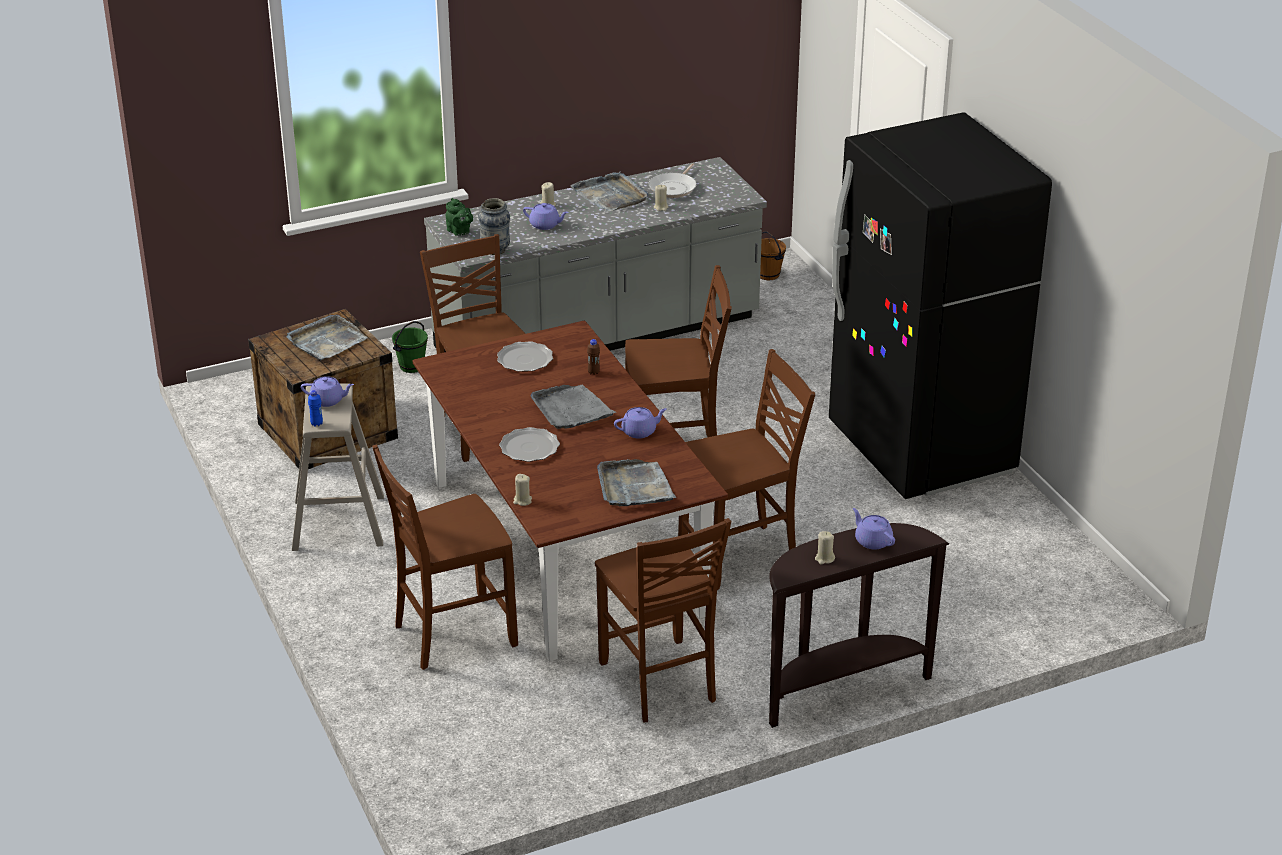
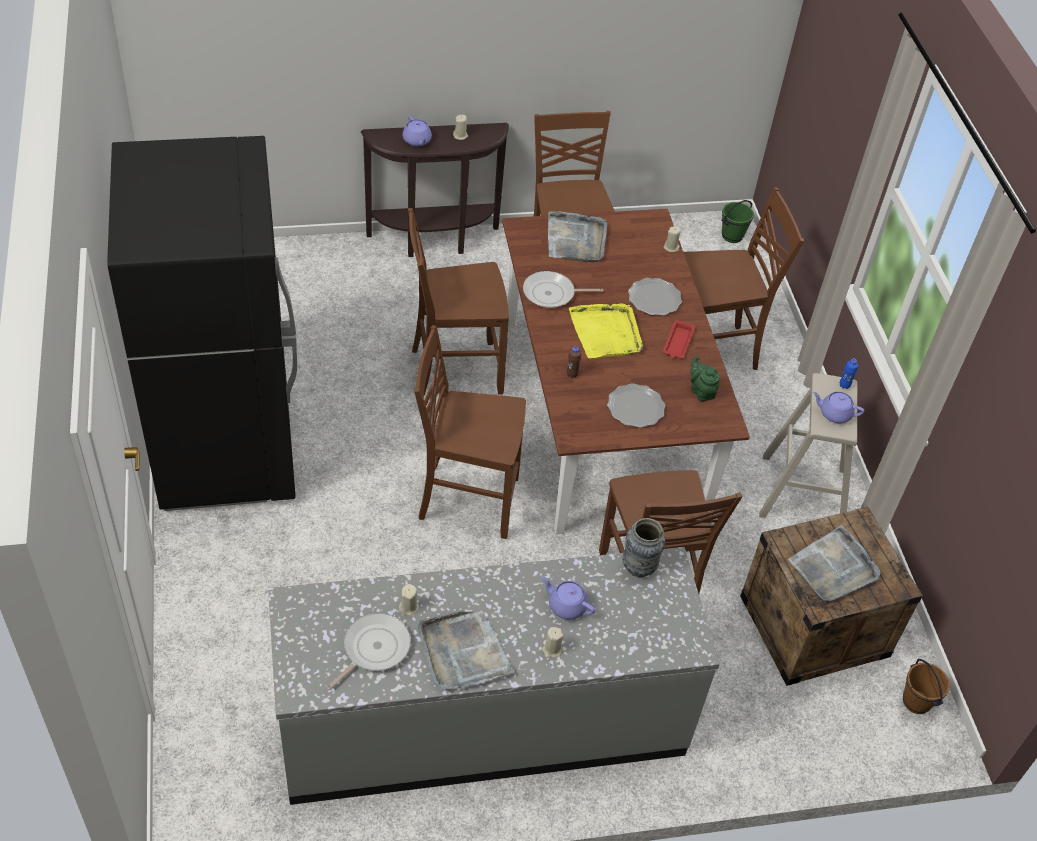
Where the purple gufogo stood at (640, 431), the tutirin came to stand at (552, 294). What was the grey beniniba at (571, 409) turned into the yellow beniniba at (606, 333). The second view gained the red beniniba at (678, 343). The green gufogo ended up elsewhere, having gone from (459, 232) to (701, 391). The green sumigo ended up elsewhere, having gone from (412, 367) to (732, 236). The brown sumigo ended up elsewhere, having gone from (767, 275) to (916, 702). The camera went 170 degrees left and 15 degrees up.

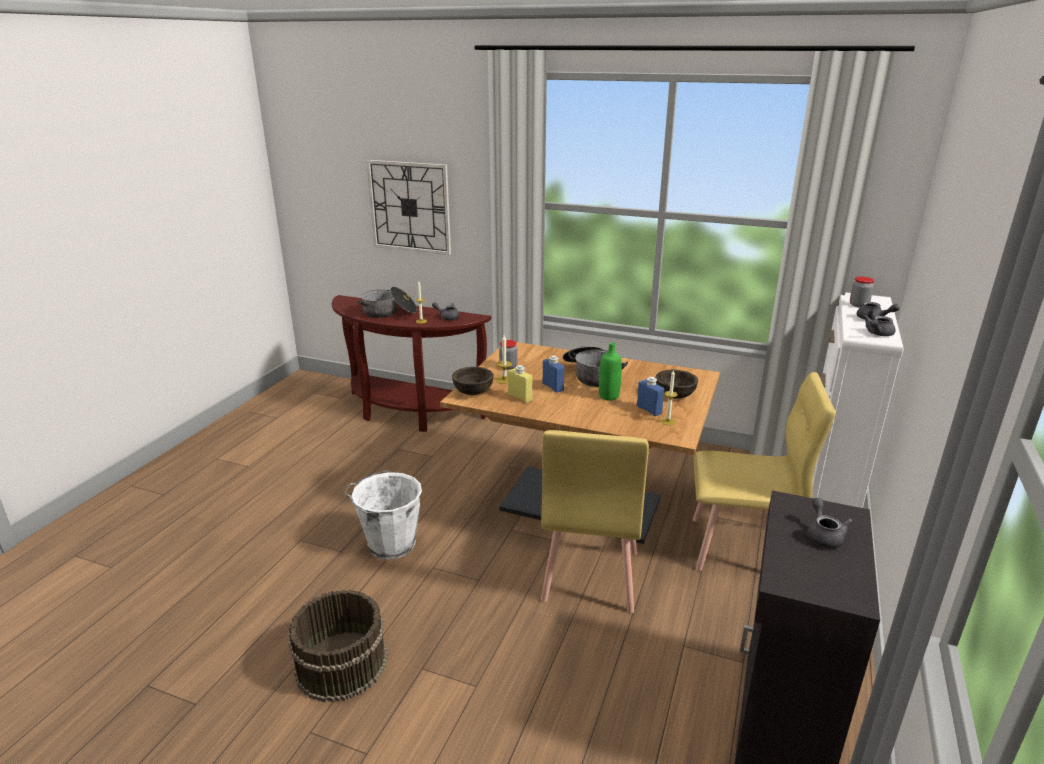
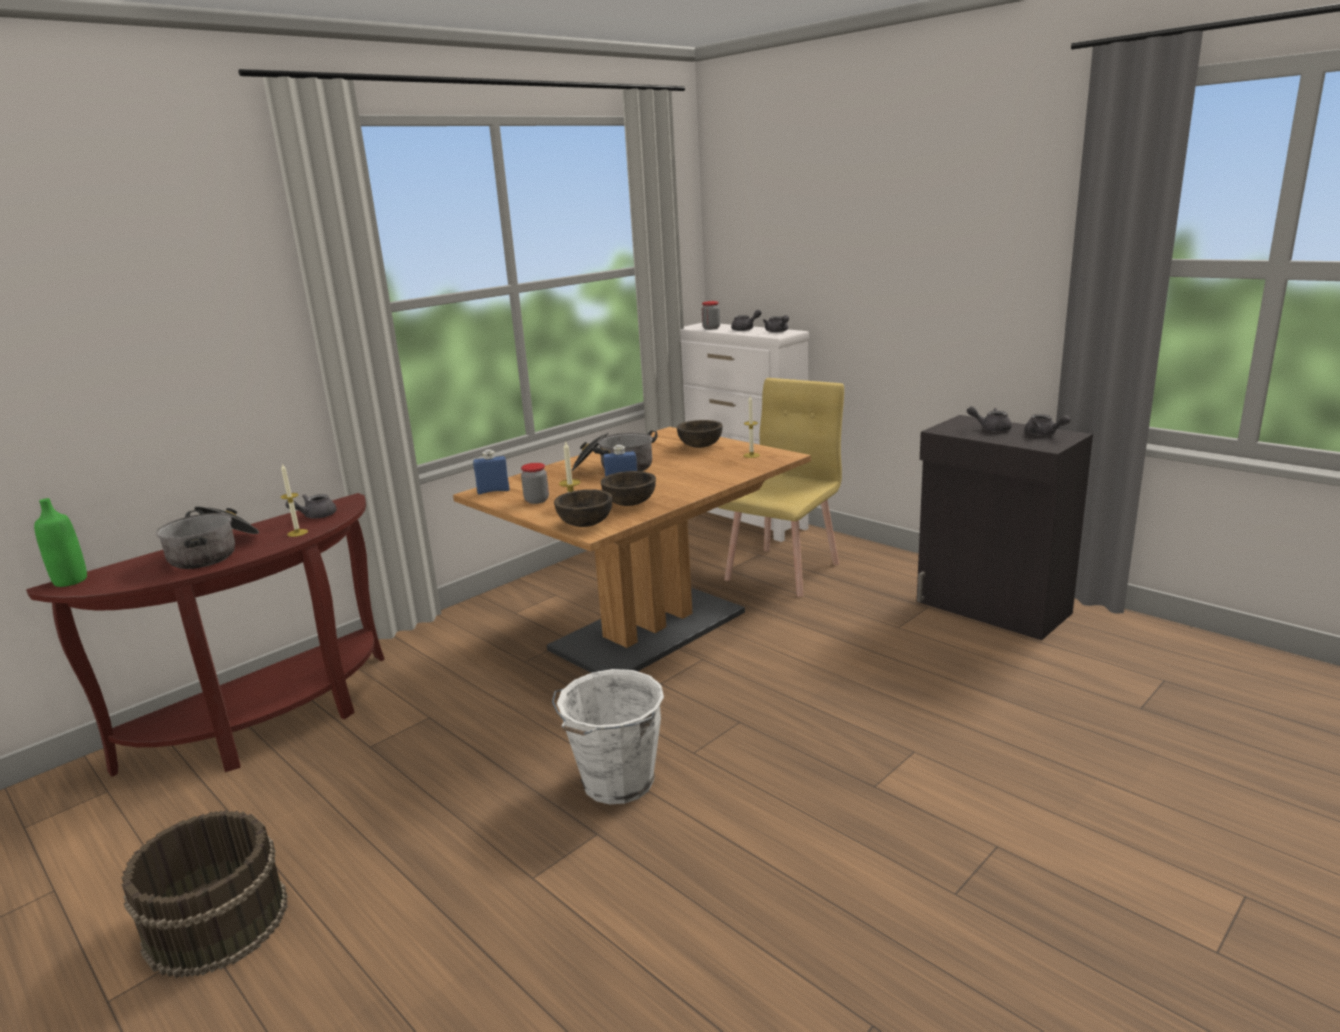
The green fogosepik ended up elsewhere, having gone from (609, 396) to (70, 581). The brown sumigo ended up elsewhere, having gone from (340, 663) to (215, 922). The blue fogosepik ended up elsewhere, having gone from (649, 410) to (493, 491). Where the yellow fogosepik stood at (520, 397), the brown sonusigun came to stand at (630, 503). The second view gained the grey gufogo at (1043, 434). The second view lost the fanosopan at (410, 207). The second view lost the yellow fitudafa at (589, 576). The camera went 65 degrees left and 5 degrees down.

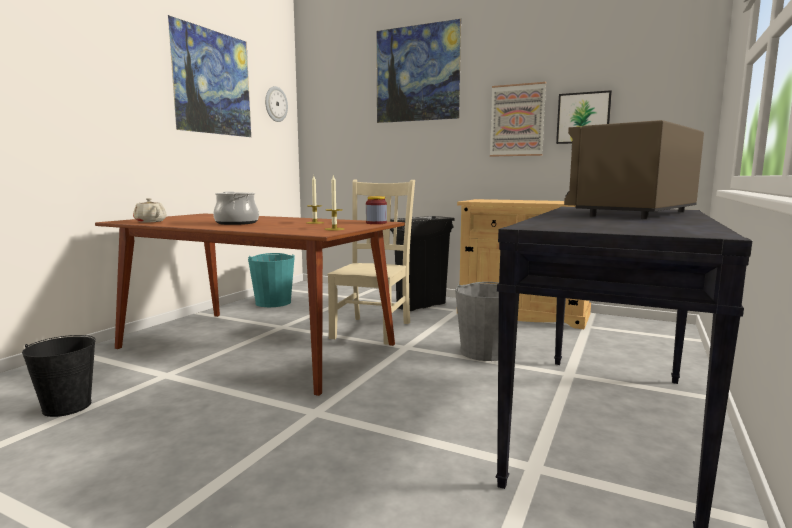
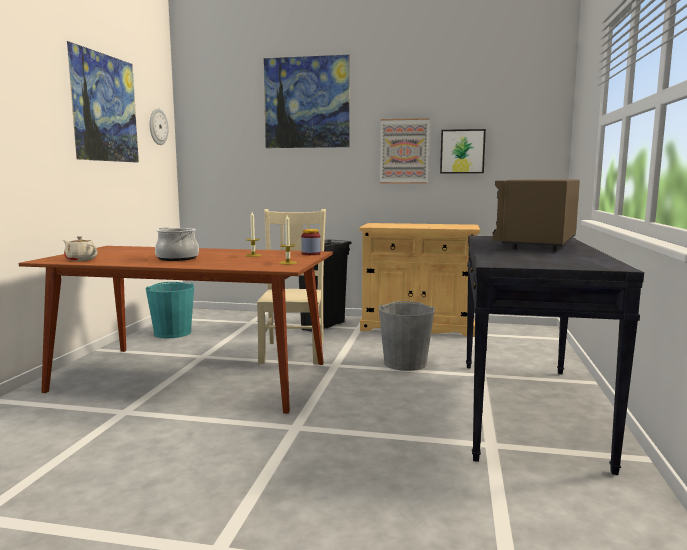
The second view lost the black sumigo at (67, 407). The camera went 15 degrees left and 0 degrees up.

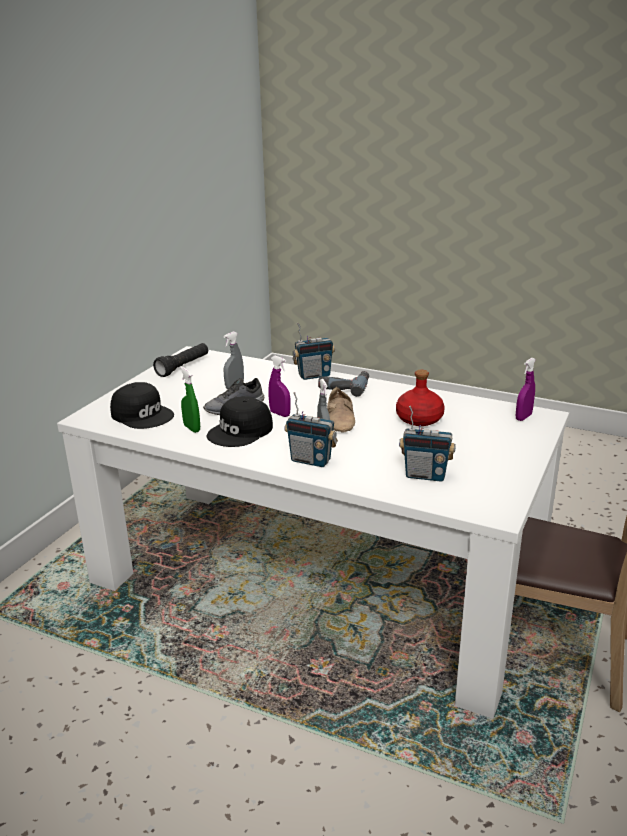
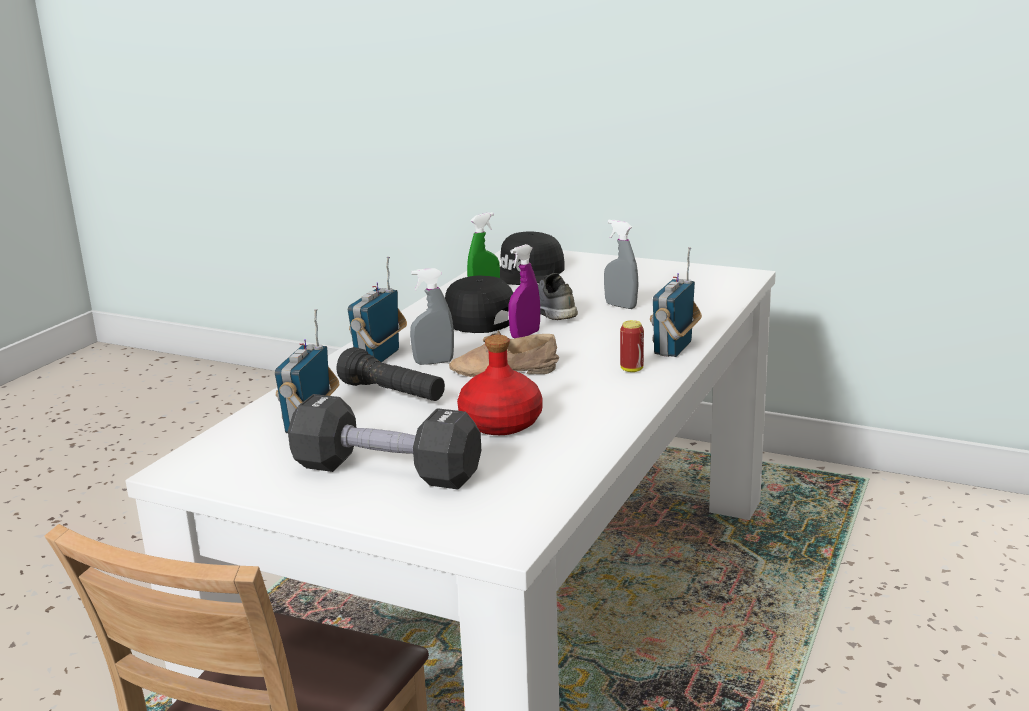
The second view gained the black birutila at (386, 472). The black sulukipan ended up elsewhere, having gone from (183, 367) to (393, 394). Where the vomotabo stood at (344, 386), the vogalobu came to stand at (631, 369). The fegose at (314, 375) ended up facing another way, 45 degrees clockwise from before. The second view lost the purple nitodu at (523, 417). The camera went 90 degrees right and 5 degrees down.

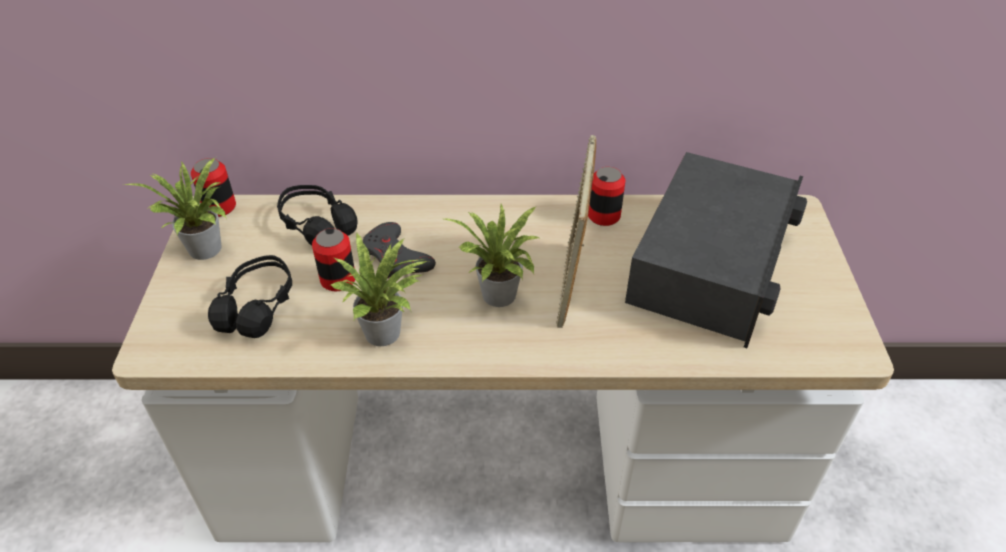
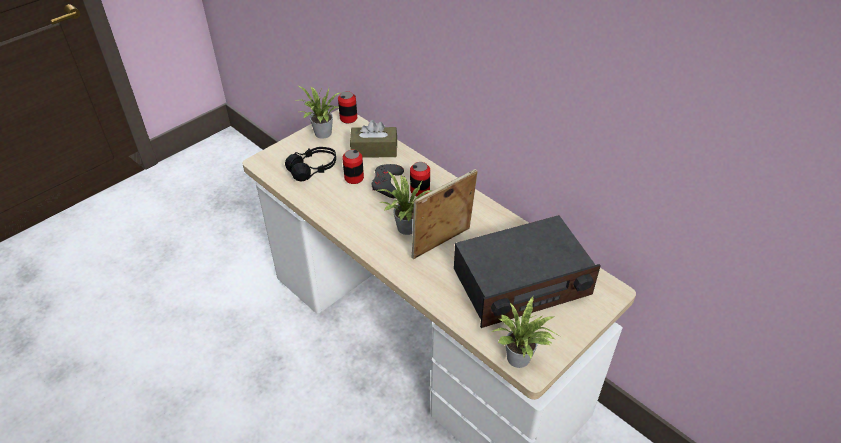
Where the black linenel stood at (317, 226), the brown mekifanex came to stand at (374, 150). The vogalobu ended up elsewhere, having gone from (604, 216) to (420, 190). The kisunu ended up elsewhere, having gone from (387, 333) to (520, 360). The camera went 45 degrees right and 0 degrees up.

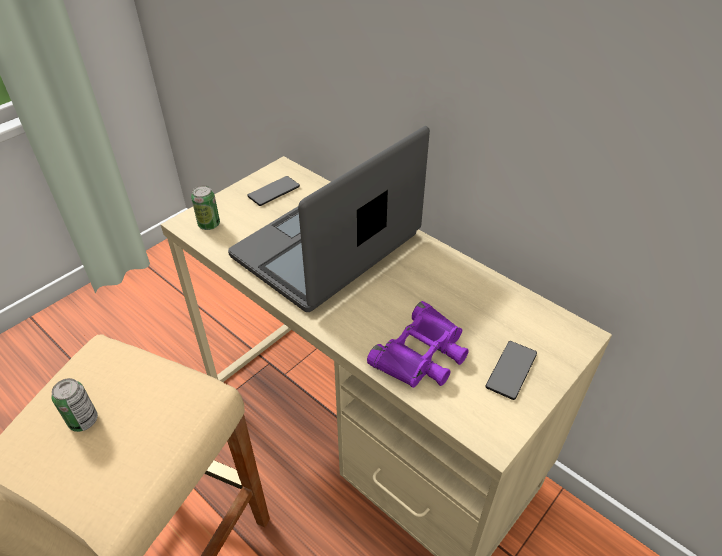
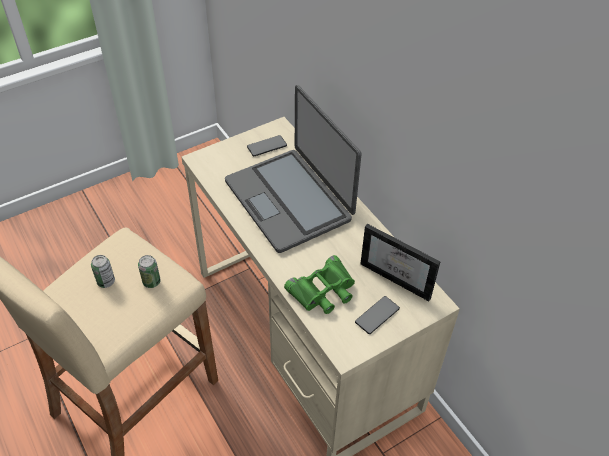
The vogalobu ended up elsewhere, having gone from (209, 224) to (151, 282). The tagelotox at (328, 247) ended up facing another way, 90 degrees counterclockwise from before. What was the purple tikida at (422, 354) turned into the green tikida at (323, 291). The second view gained the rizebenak at (400, 276). The camera went 15 degrees right and 5 degrees up.

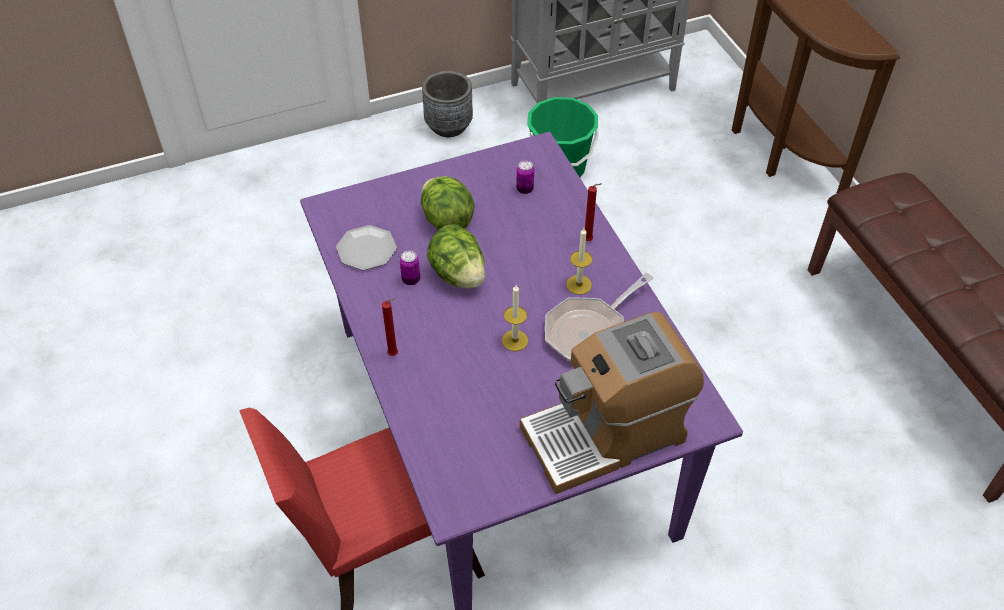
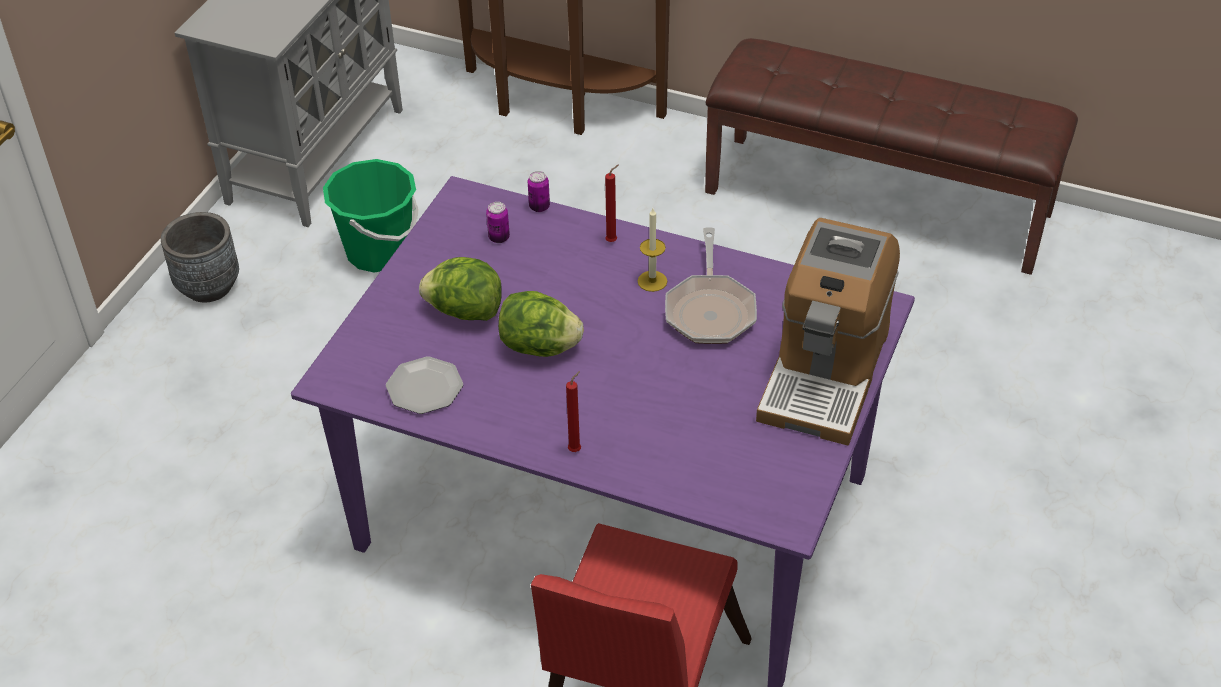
The vogalobu ended up elsewhere, having gone from (411, 279) to (539, 207). The second view lost the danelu at (515, 340). The camera went 45 degrees left and 5 degrees down.

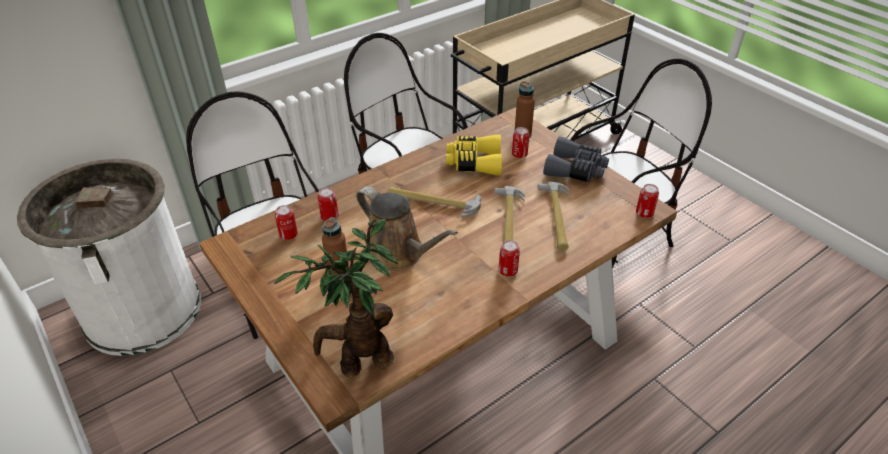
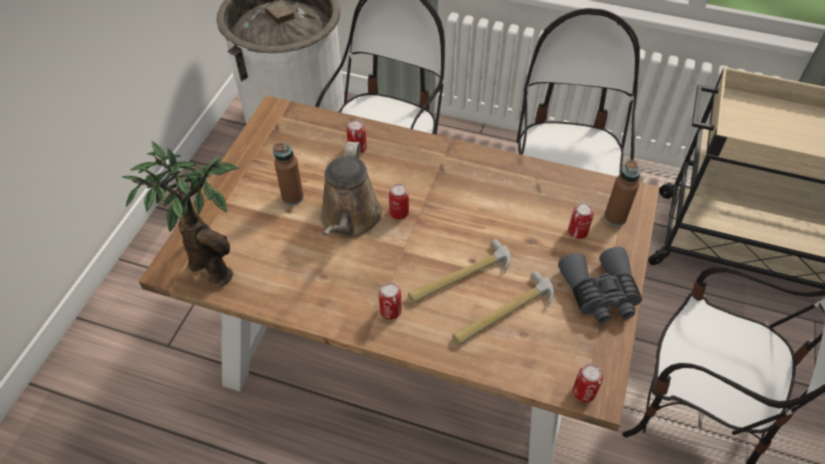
The vogalobu ended up elsewhere, having gone from (288, 235) to (399, 213). The second view lost the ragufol at (433, 202). The second view lost the yellow tikida at (474, 162). The camera went 55 degrees right and 10 degrees up.

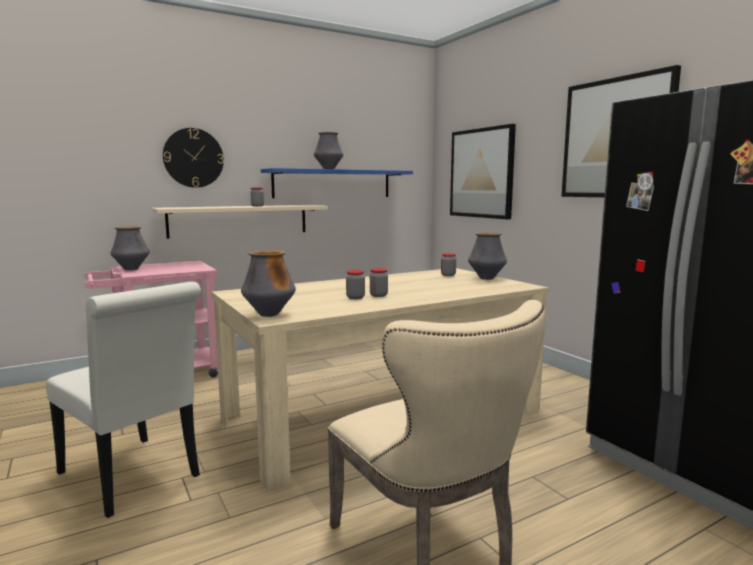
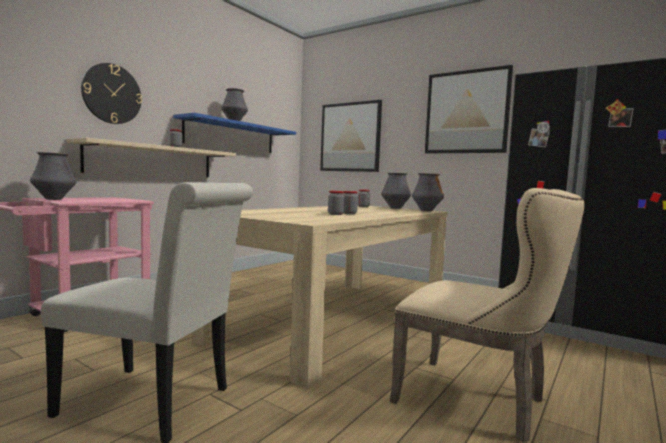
The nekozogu ended up elsewhere, having gone from (269, 314) to (426, 211). The camera went 25 degrees left and 5 degrees down.

